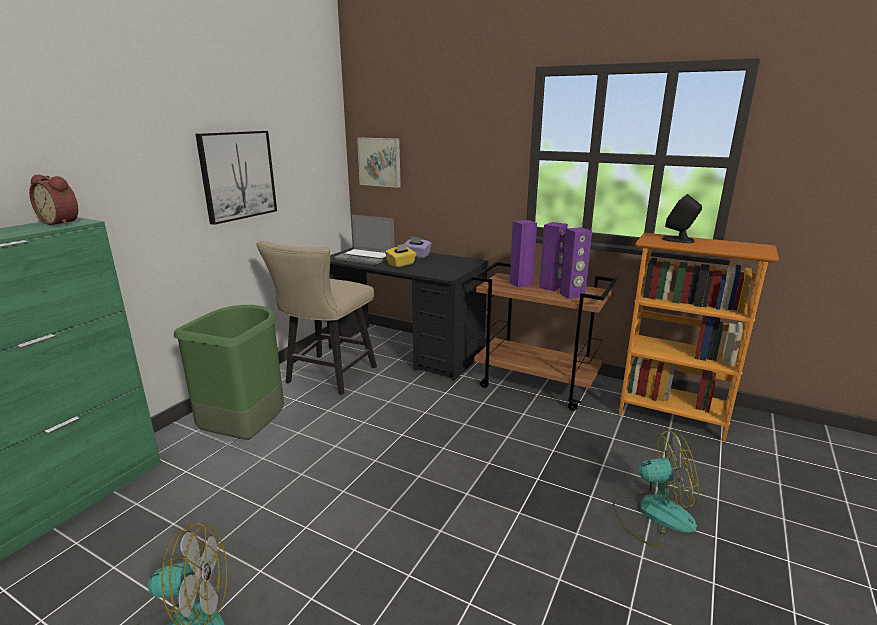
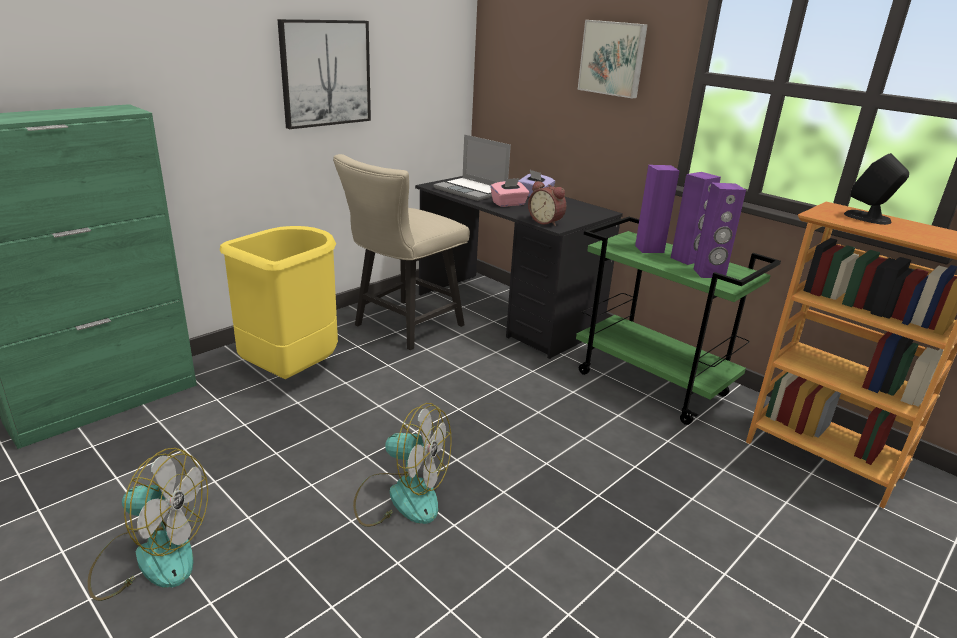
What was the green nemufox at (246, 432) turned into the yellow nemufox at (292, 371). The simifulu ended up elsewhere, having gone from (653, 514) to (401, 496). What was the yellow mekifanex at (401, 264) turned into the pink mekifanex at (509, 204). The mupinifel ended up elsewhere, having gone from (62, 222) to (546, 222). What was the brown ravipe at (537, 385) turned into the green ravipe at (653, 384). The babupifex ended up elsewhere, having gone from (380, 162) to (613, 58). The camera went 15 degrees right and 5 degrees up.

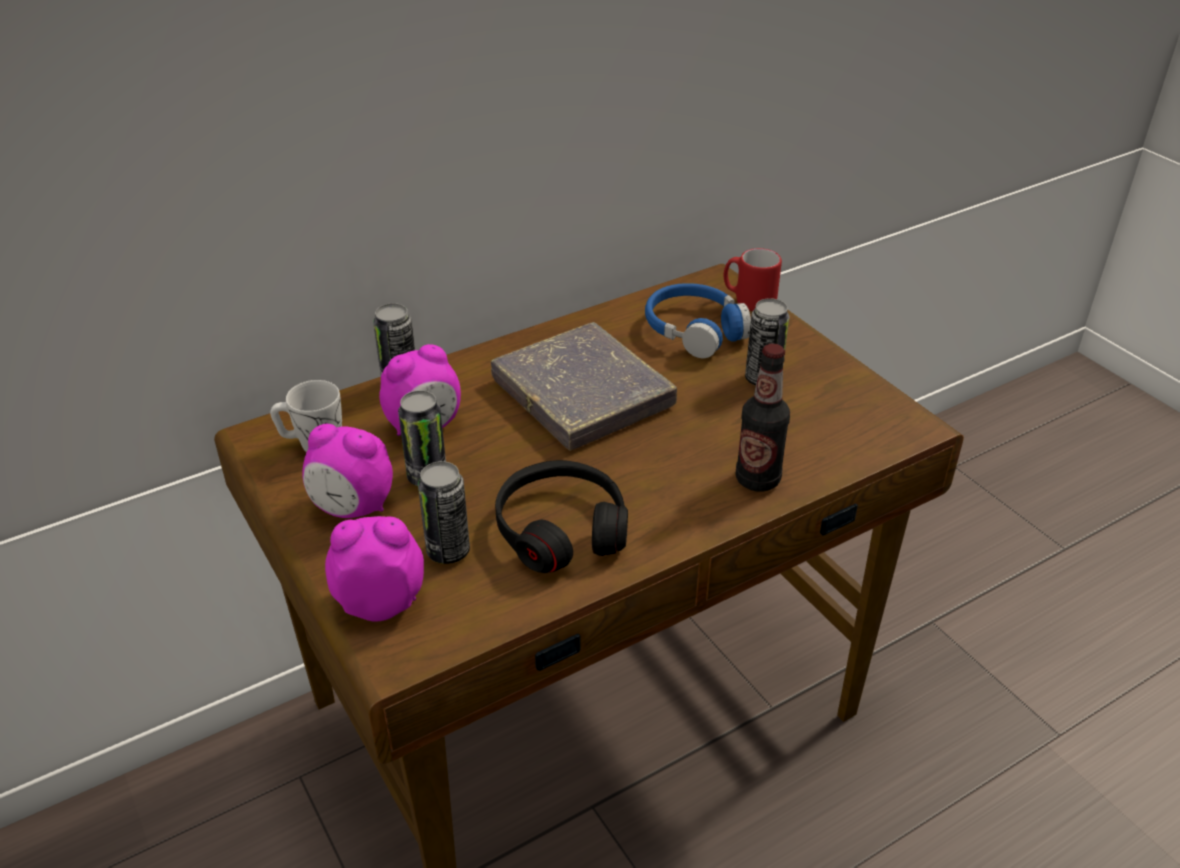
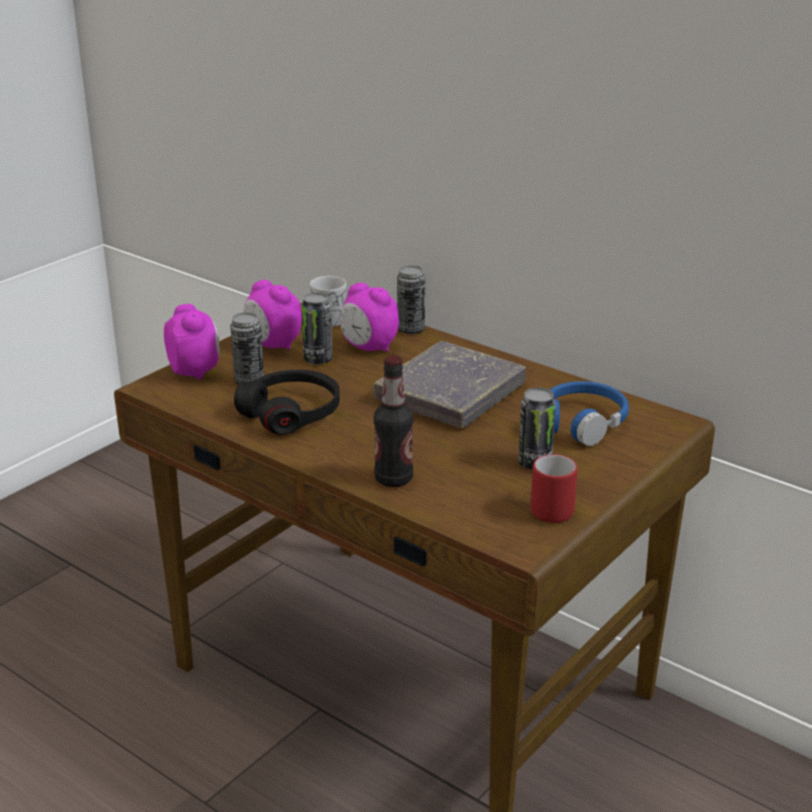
The mupinifel at (352, 508) ended up facing another way, 45 degrees counterclockwise from before. The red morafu ended up elsewhere, having gone from (748, 301) to (551, 508). The camera went 70 degrees right and 10 degrees down.

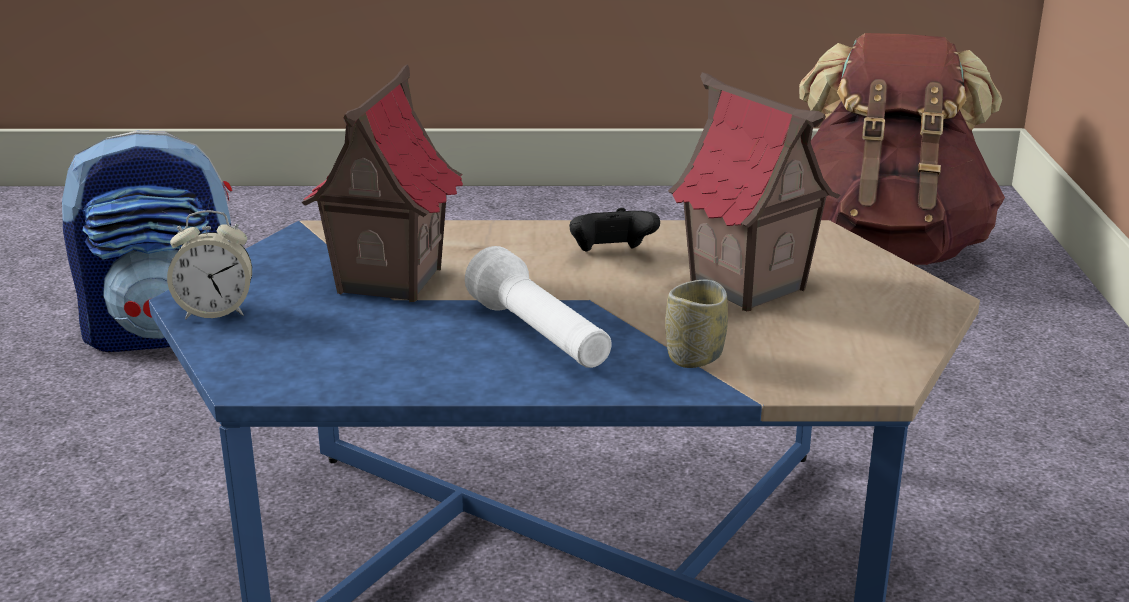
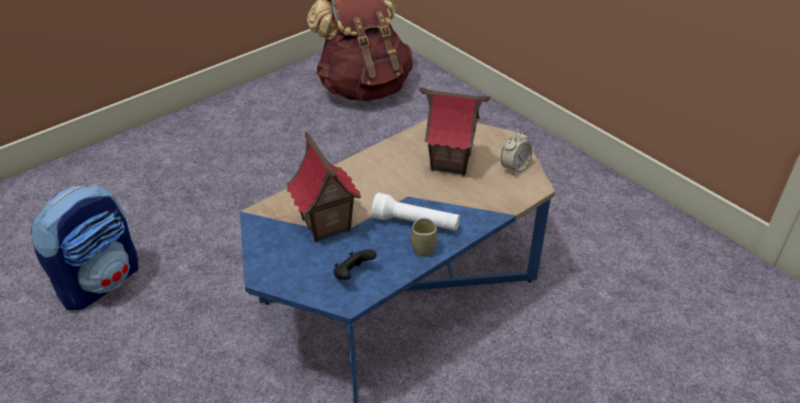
The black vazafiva ended up elsewhere, having gone from (611, 255) to (353, 274). The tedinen ended up elsewhere, having gone from (694, 357) to (423, 249). The mupinifel ended up elsewhere, having gone from (215, 311) to (514, 168). The camera went 40 degrees left and 15 degrees up.

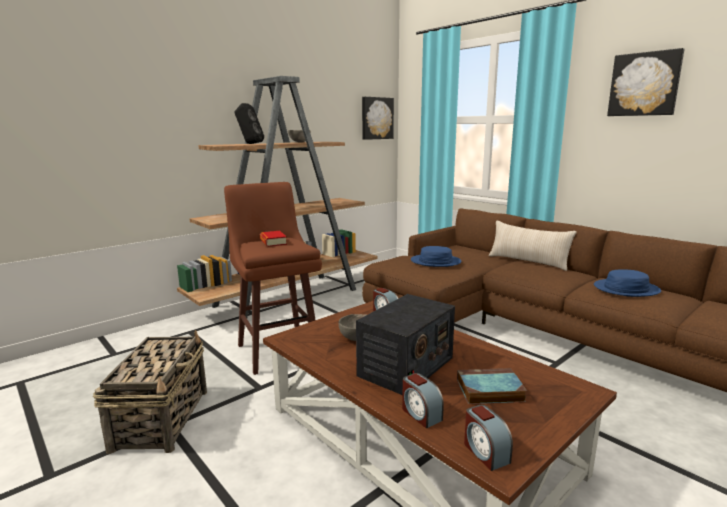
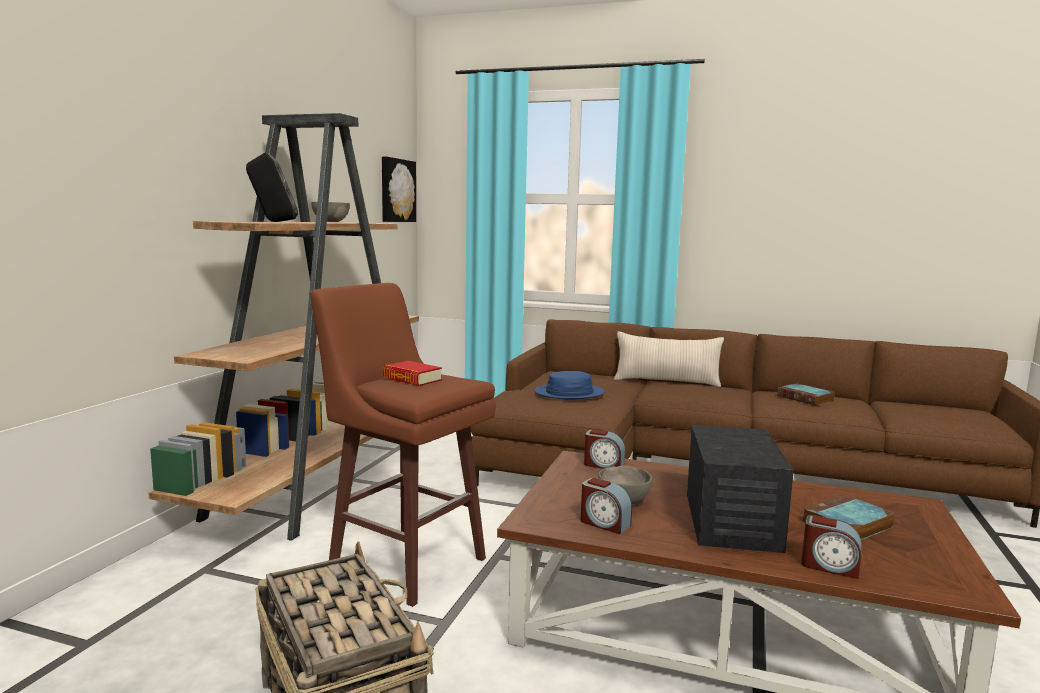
The mupinifel ended up elsewhere, having gone from (485, 452) to (604, 523). Where the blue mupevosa stood at (626, 289), the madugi came to stand at (806, 398). The second view lost the babupifex at (644, 84). The camera went 30 degrees left and 5 degrees down.

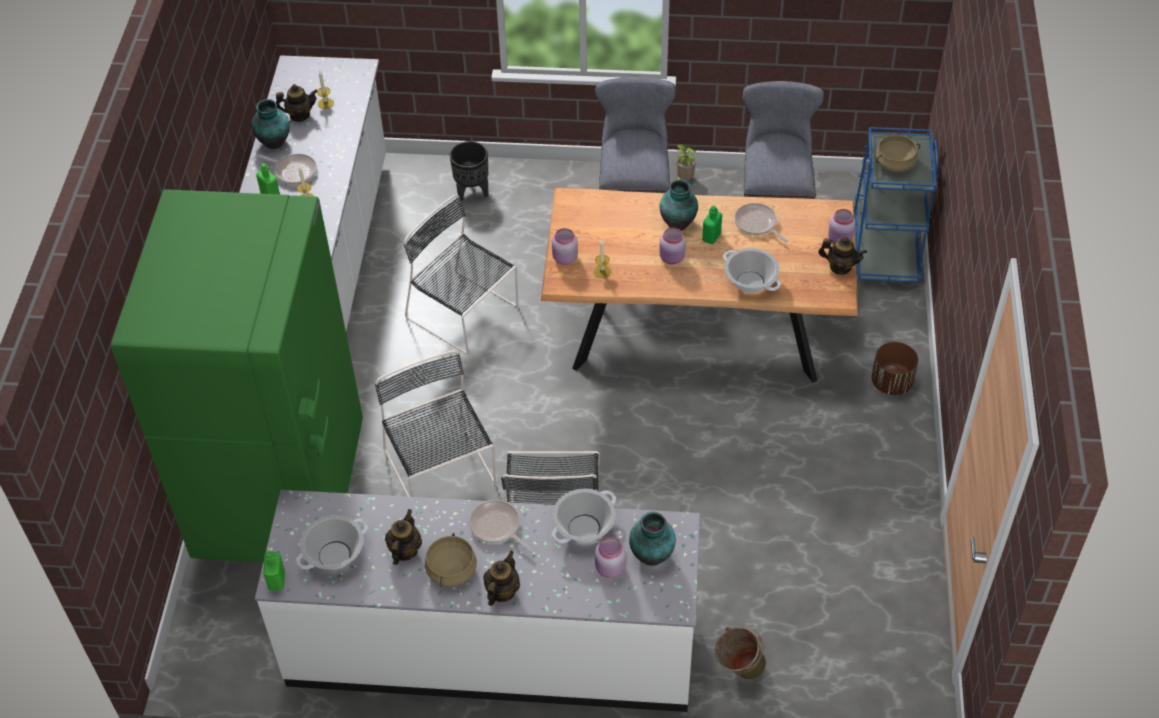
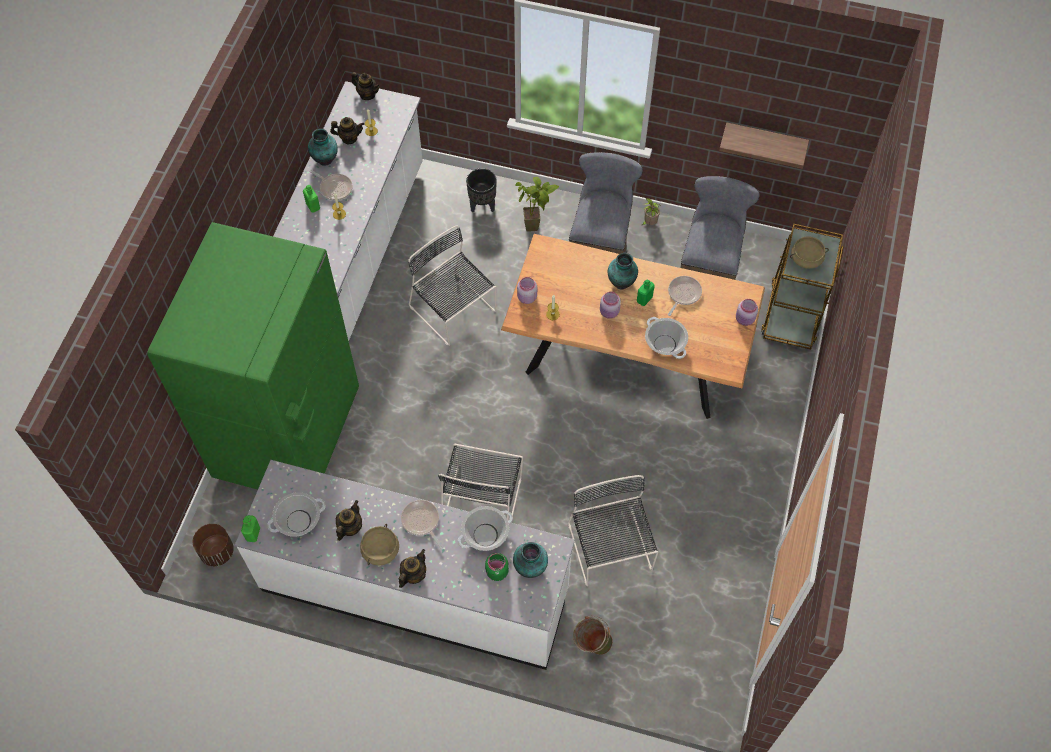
The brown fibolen ended up elsewhere, having gone from (892, 383) to (217, 552). The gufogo ended up elsewhere, having gone from (840, 267) to (367, 94). What was the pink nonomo at (609, 569) turned into the green nonomo at (496, 572). The second view gained the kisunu at (537, 228). The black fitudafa ended up elsewhere, having gone from (441, 470) to (610, 549). The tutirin at (757, 224) ended up facing another way, 60 degrees clockwise from before. The second view gained the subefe at (765, 141). What was the blue ravipe at (884, 249) turned into the brown ravipe at (792, 313). The camera went 10 degrees right and 10 degrees up.

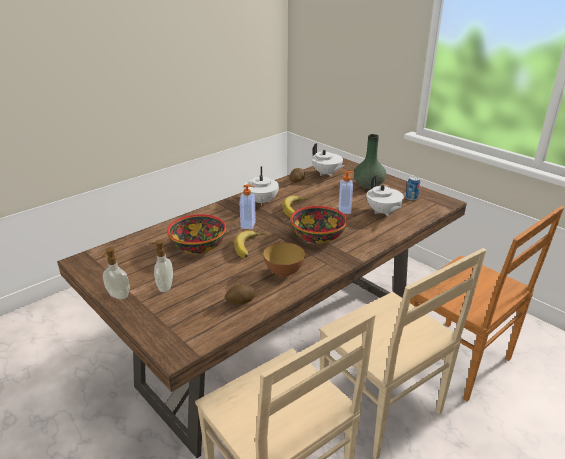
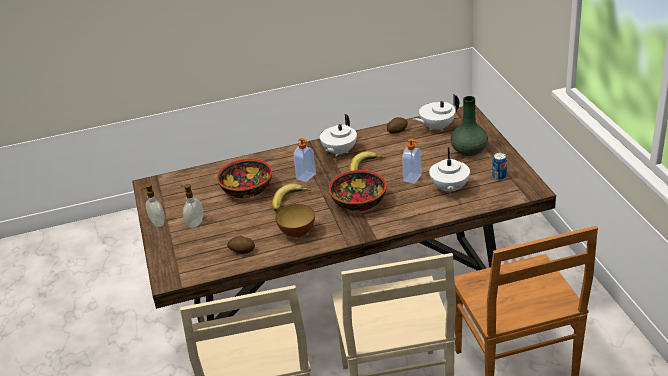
The white gufogo at (326, 174) ended up facing another way, 75 degrees clockwise from before. The camera went 30 degrees right and 5 degrees up.

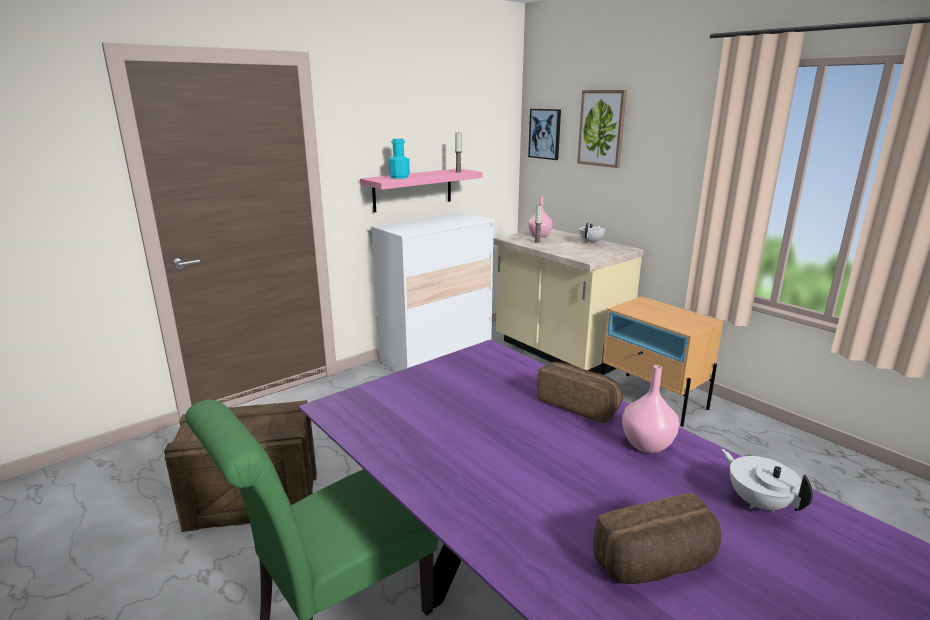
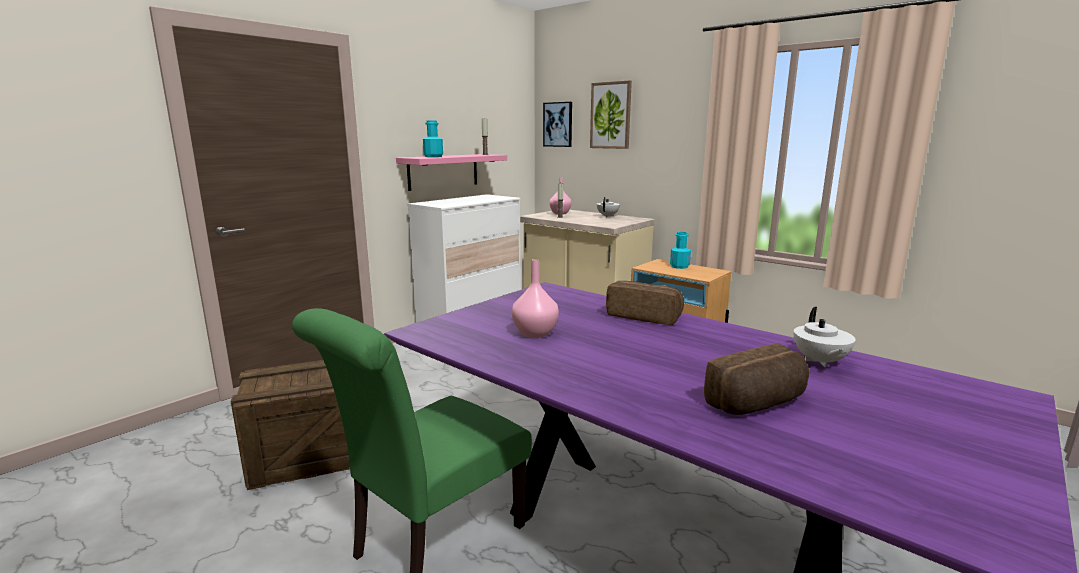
The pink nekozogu ended up elsewhere, having gone from (648, 445) to (536, 333). The second view gained the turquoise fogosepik at (679, 266). The white gufogo at (758, 502) ended up facing another way, 135 degrees counterclockwise from before. The camera went 10 degrees left and 5 degrees down.

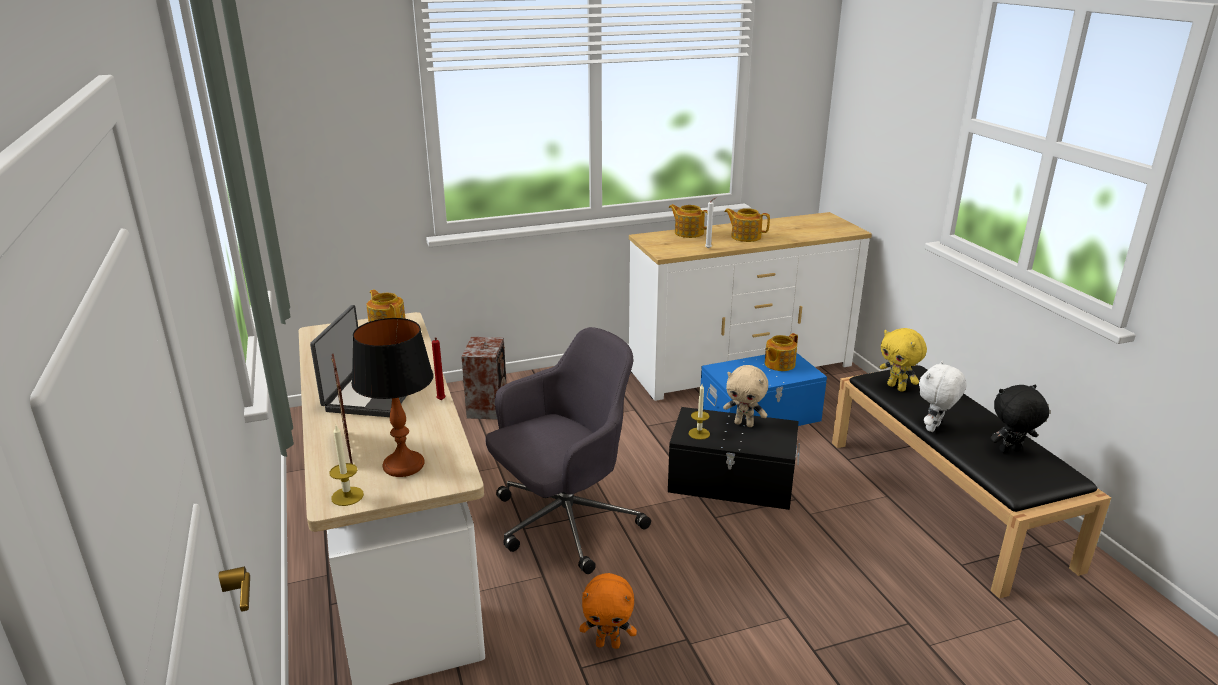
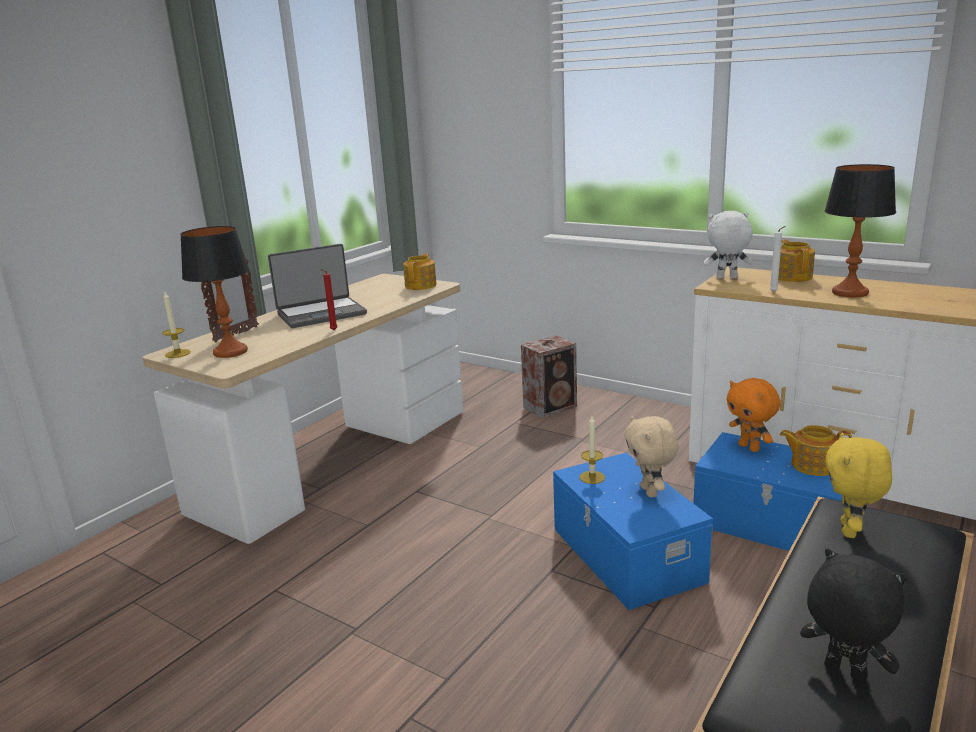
What was the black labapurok at (732, 481) turned into the blue labapurok at (625, 555). The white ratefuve ended up elsewhere, having gone from (934, 428) to (726, 278). The orange ratefuve ended up elsewhere, having gone from (608, 644) to (750, 447). Where the gufogo stood at (745, 237), the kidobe came to stand at (850, 293). The second view lost the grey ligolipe at (564, 523). The camera went 55 degrees right and 5 degrees down.

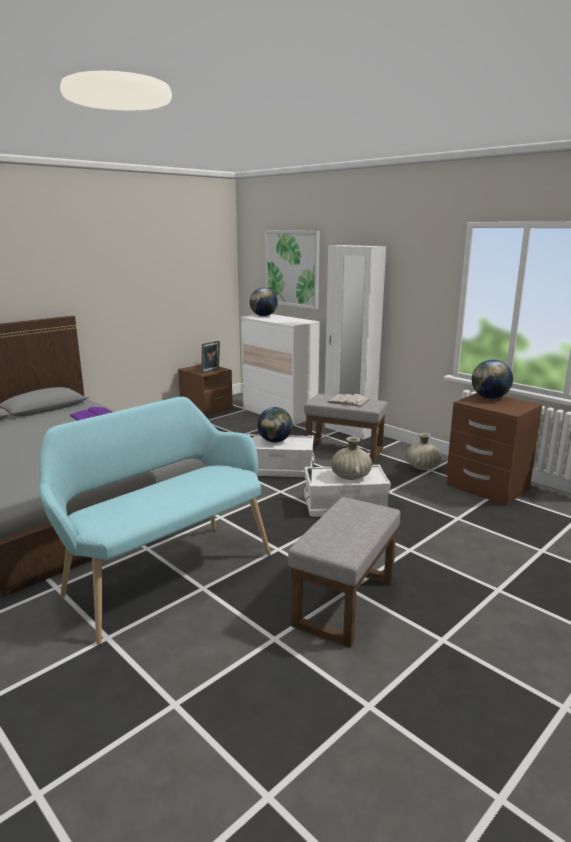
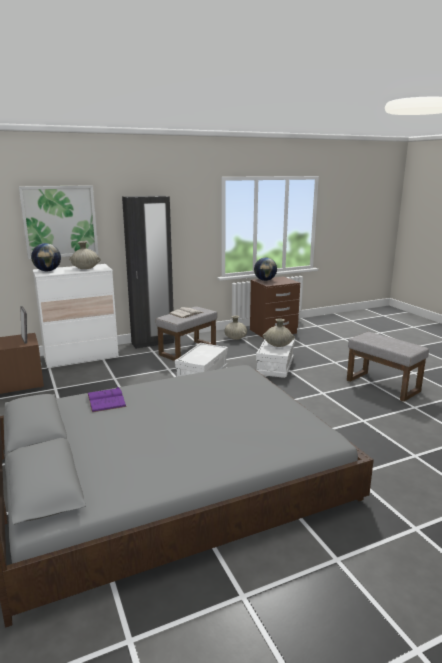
The second view gained the beige nekozogu at (85, 268). What was the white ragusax at (349, 431) turned into the black ragusax at (153, 343). The second view lost the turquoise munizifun at (163, 572). The second view lost the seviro at (275, 441). The camera went 70 degrees left and 0 degrees up.

